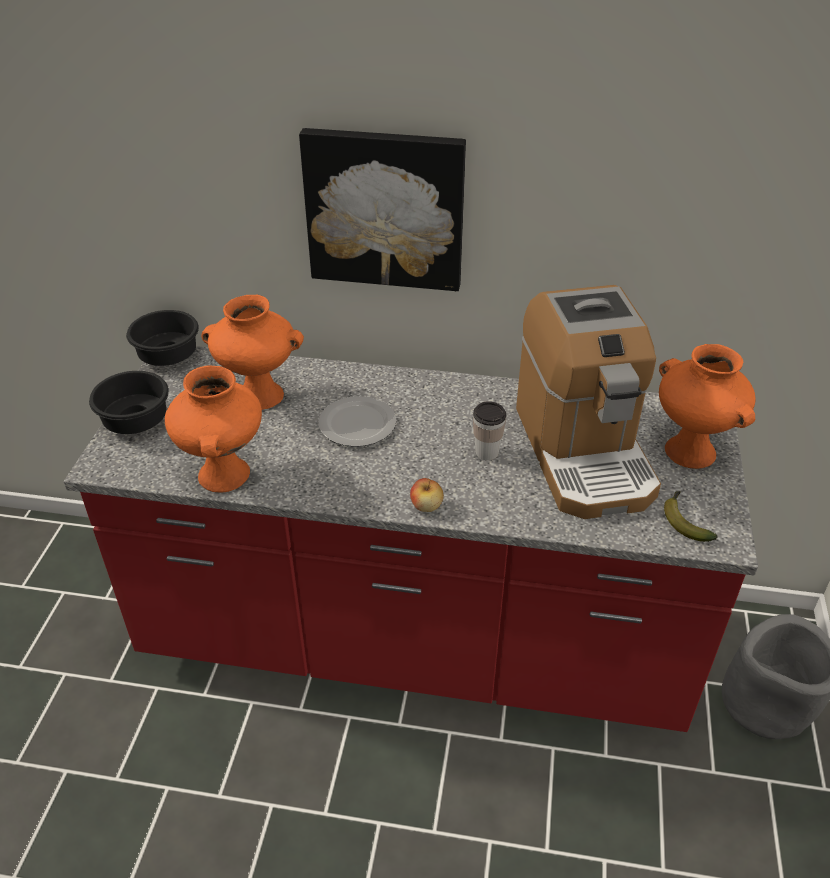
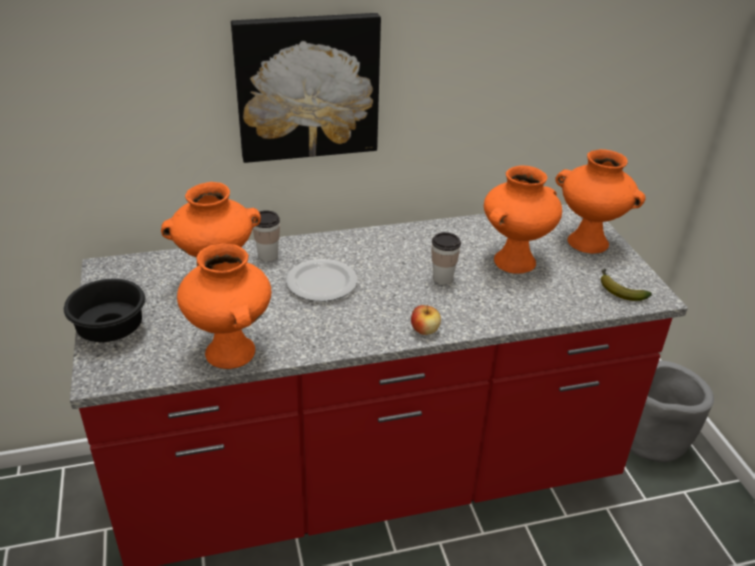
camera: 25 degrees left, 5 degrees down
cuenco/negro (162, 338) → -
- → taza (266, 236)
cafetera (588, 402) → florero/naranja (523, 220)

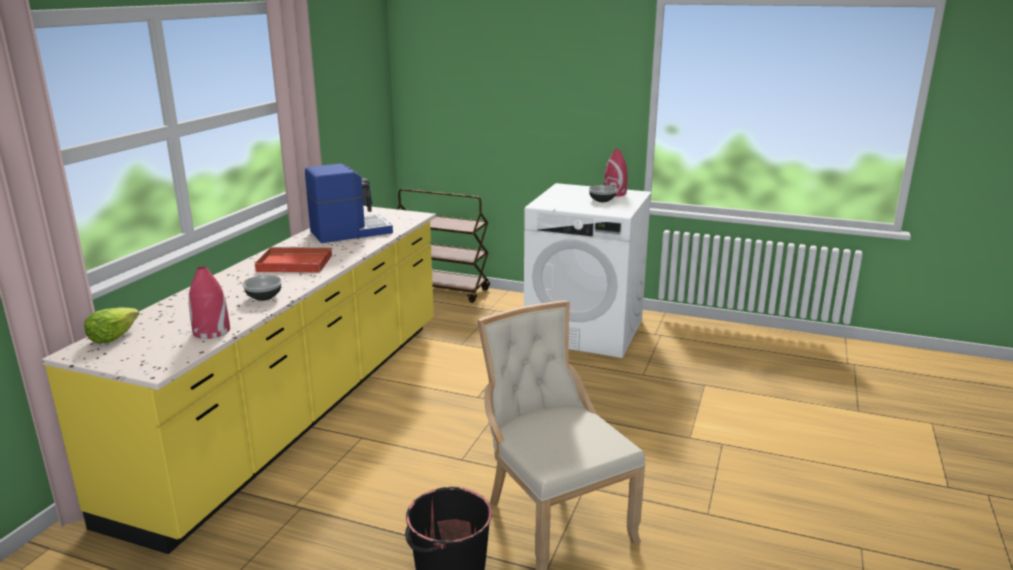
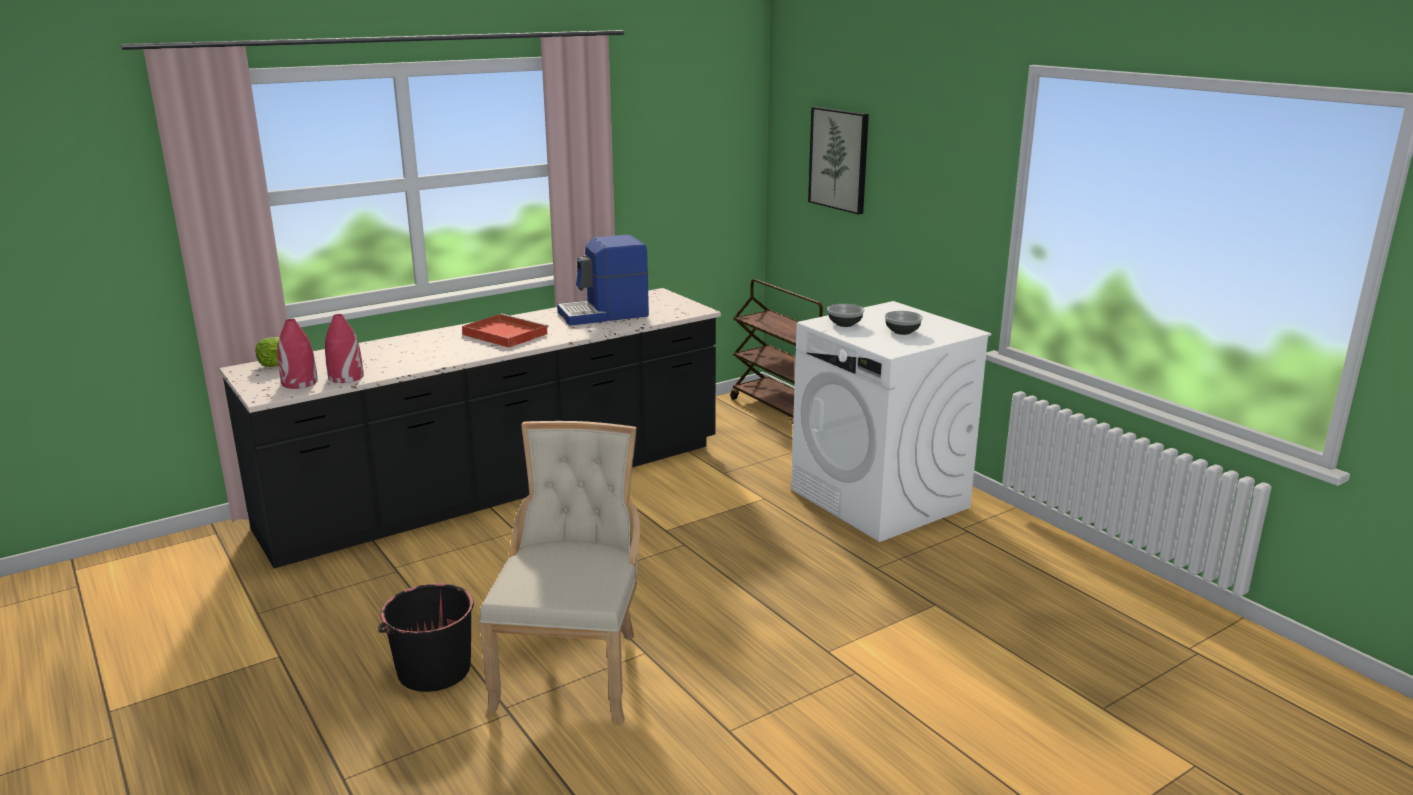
camera: 35 degrees right, 0 degrees up
- → cuadro (838, 161)
cuenco (262, 288) → cuenco (846, 315), shifted
florero/rojo (615, 173) → florero/rojo (297, 354), shifted
mueble bajo de cocina/amarillo (239, 380) → mueble bajo de cocina/negro (470, 428)
cafetera (349, 203) → cafetera (603, 280), 150 degrees clockwise

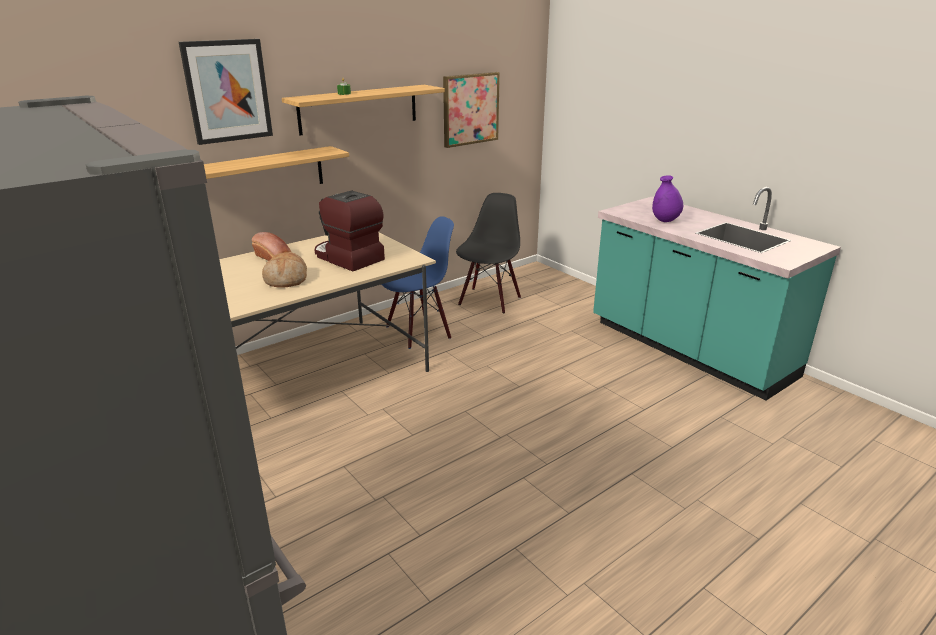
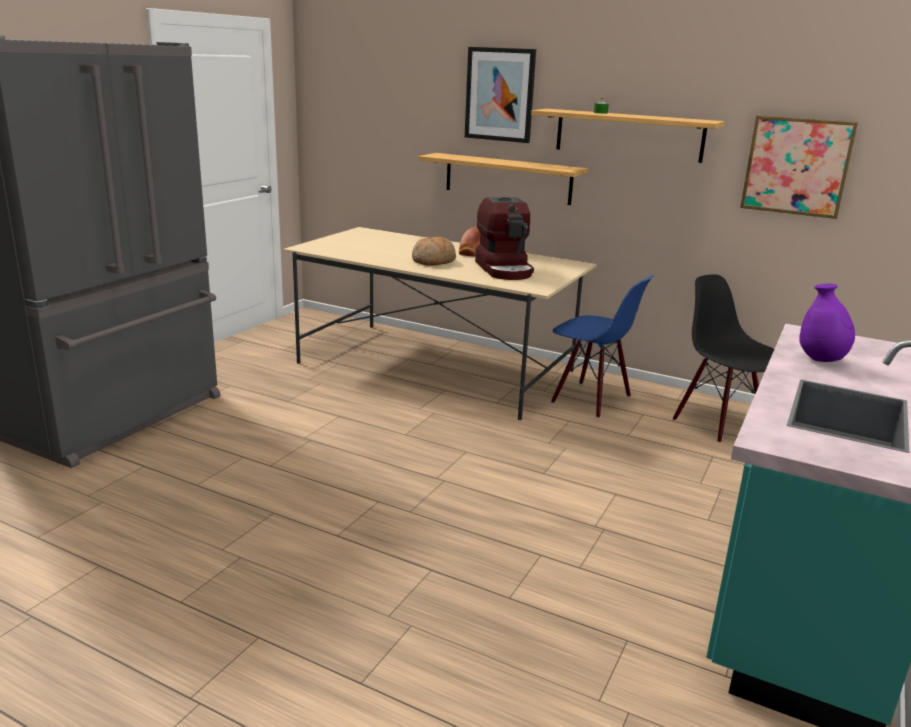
camera: 65 degrees right, 5 degrees down
cafetera (350, 230) → cafetera (504, 238), 150 degrees clockwise
silla/negro (488, 253) → silla/negro (723, 358), 120 degrees counterclockwise

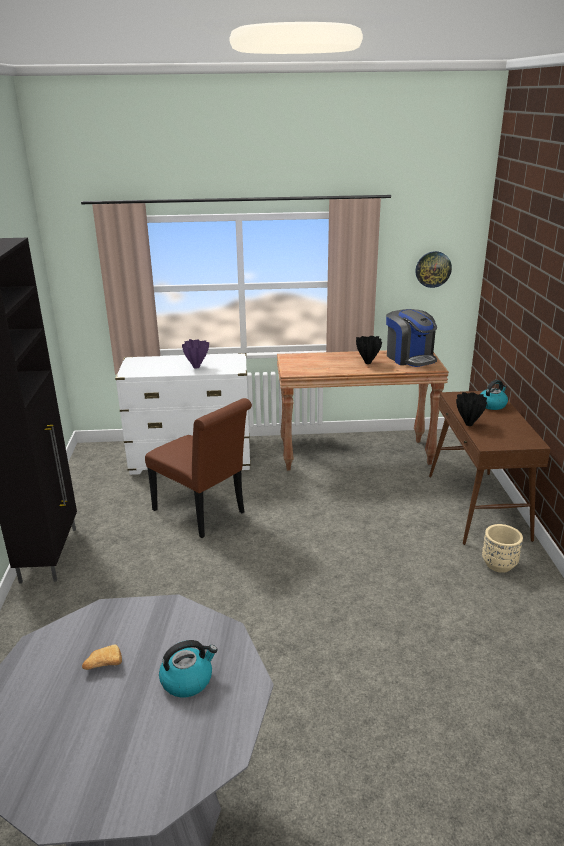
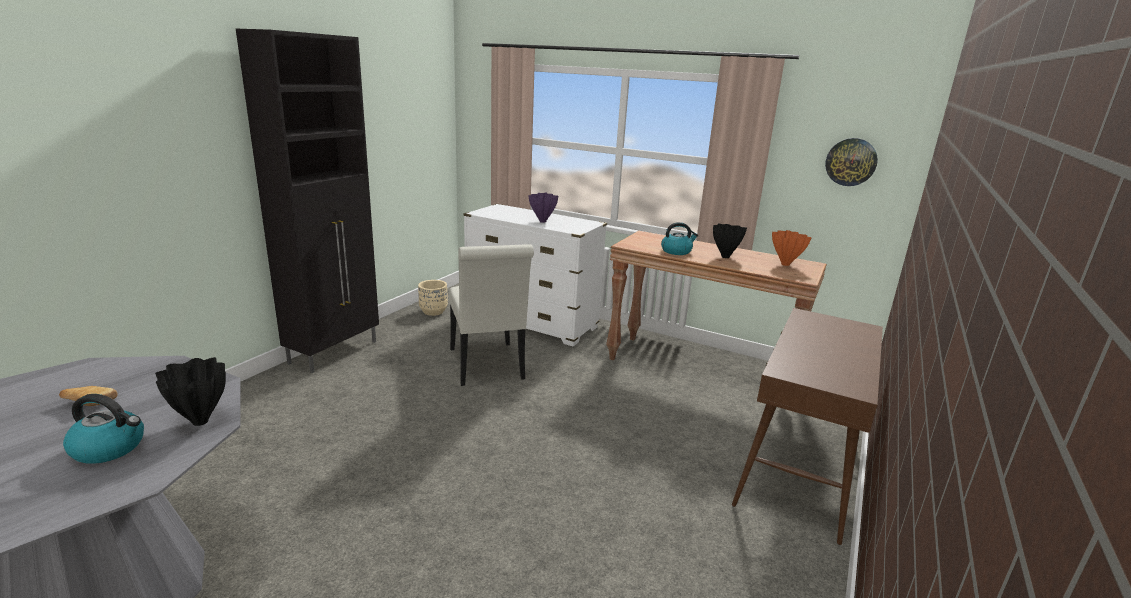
camera: 30 degrees right, 5 degrees down
florero/negro (471, 409) → florero/negro (190, 391), shifted
hervidor (494, 395) → hervidor (679, 238), shifted
maceta/beis (502, 548) → maceta/beis (433, 298), shifted
cafetera (411, 338) → florero/naranja (791, 248)
silla/marrón (198, 468) → silla/blanco (491, 315)

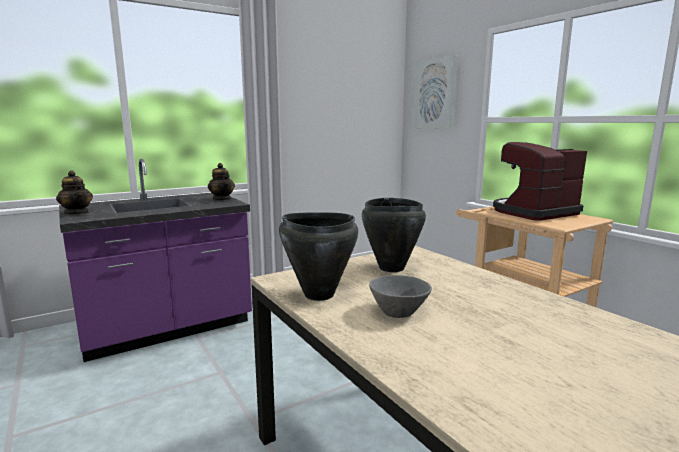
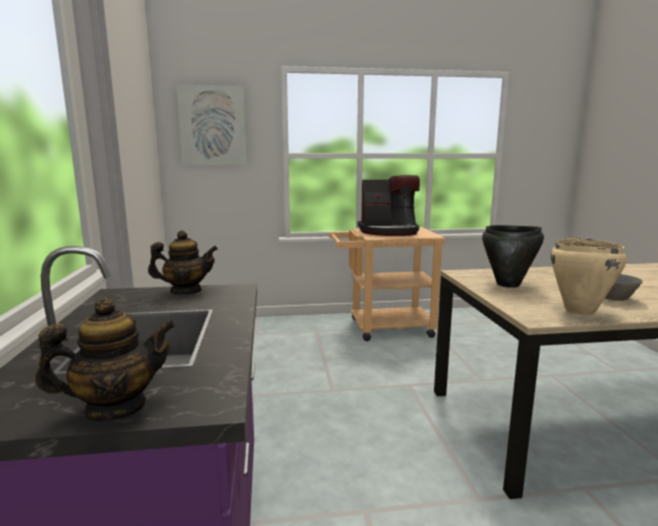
camera: 65 degrees left, 0 degrees up
olla/negro (319, 256) → olla/beis (589, 277)
cafetera (540, 181) → cafetera (389, 205), 90 degrees counterclockwise

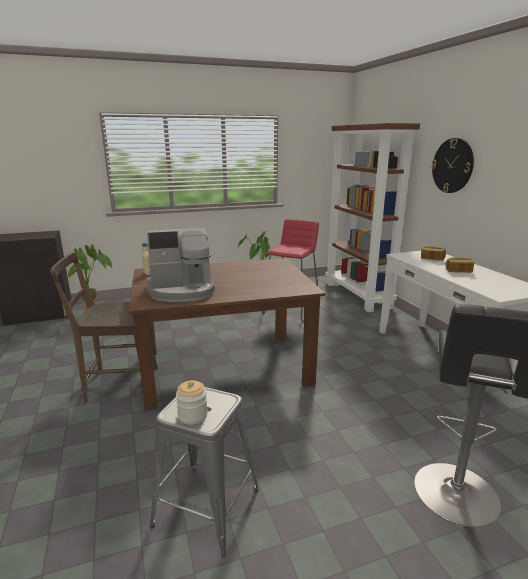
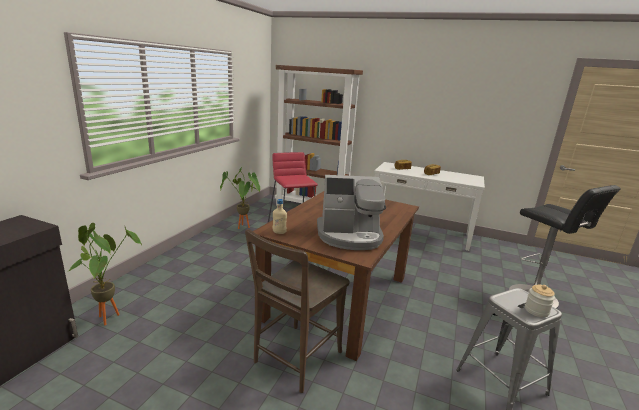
camera: 50 degrees left, 0 degrees up
reloj de pared (452, 165) → -
cafetera (181, 265) → cafetera (351, 212), 60 degrees clockwise

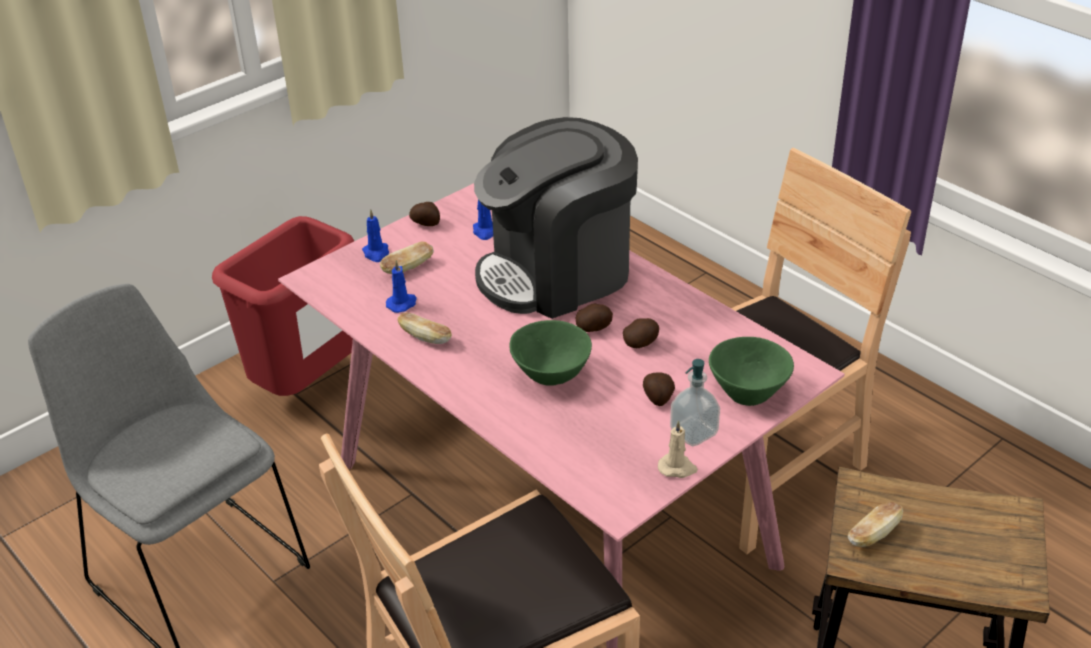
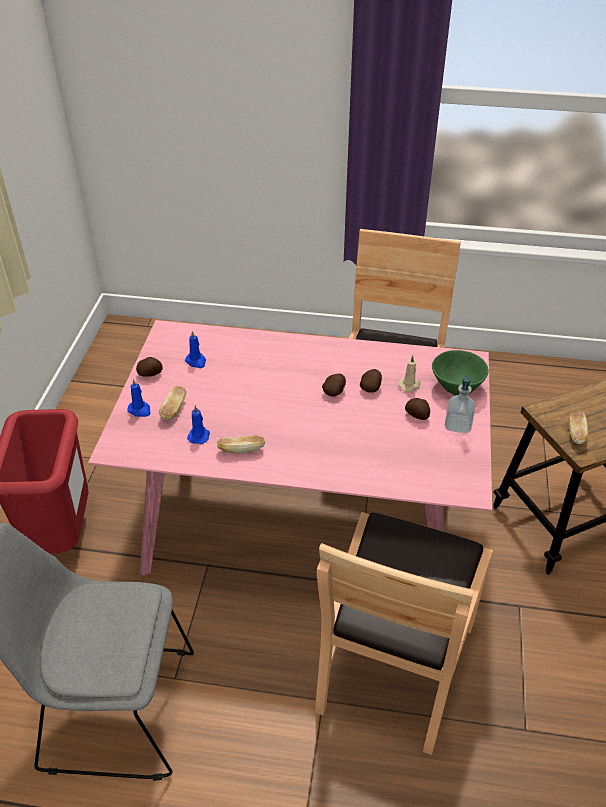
camera: 40 degrees left, 5 degrees up
cafetera (556, 218) → -
cuenco/verde (550, 353) → -
vela/beis (678, 449) → vela/beis (409, 373), shifted

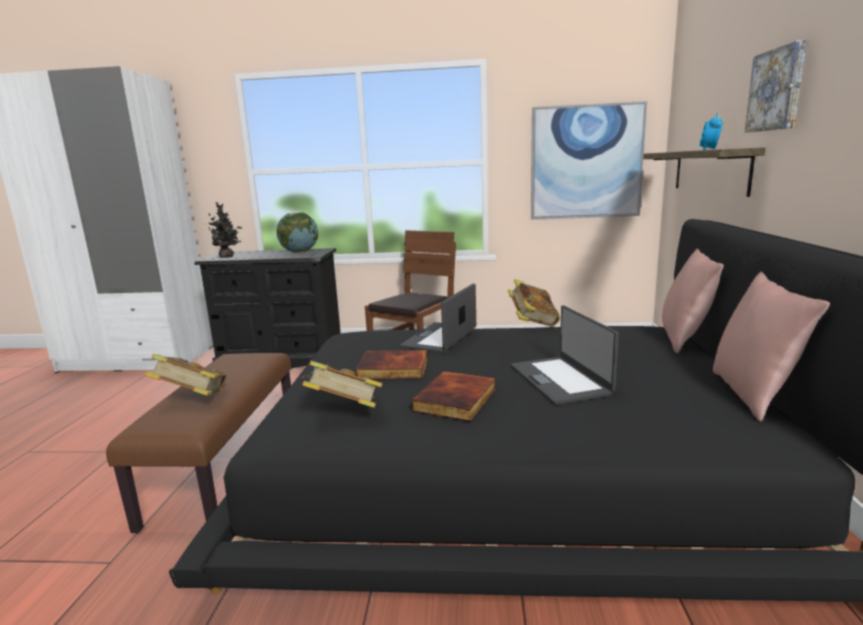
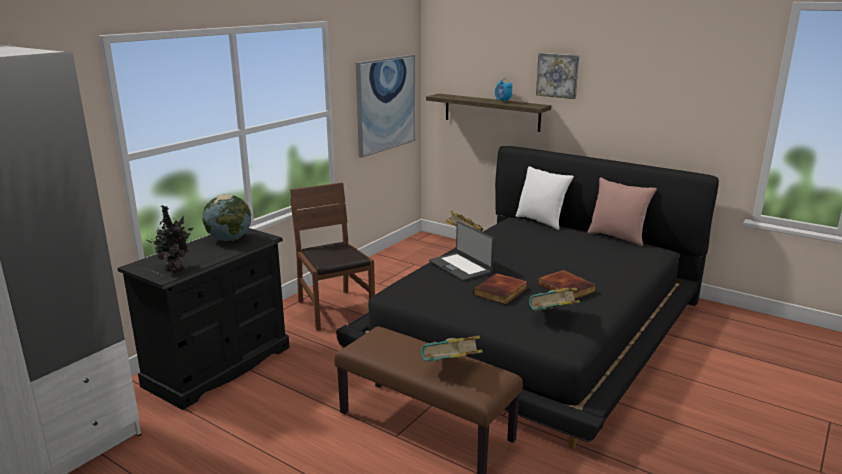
camera: 60 degrees left, 5 degrees up
portátil (565, 355) → -
cojín/rosa (692, 300) → cojín/blanco (544, 198)

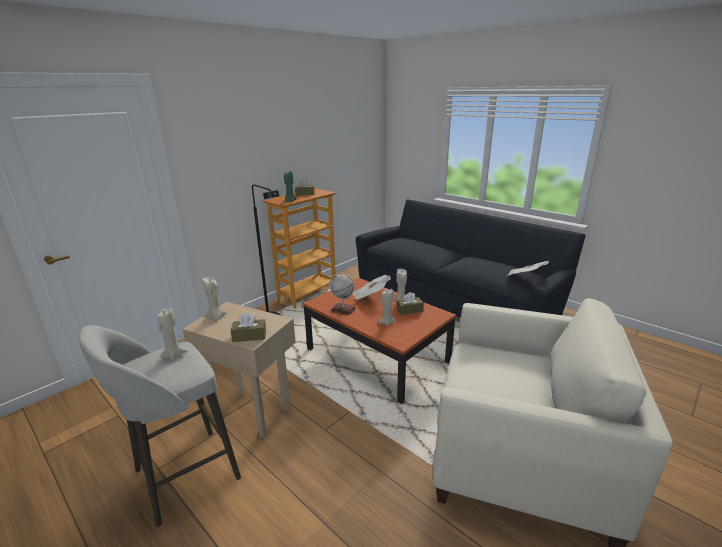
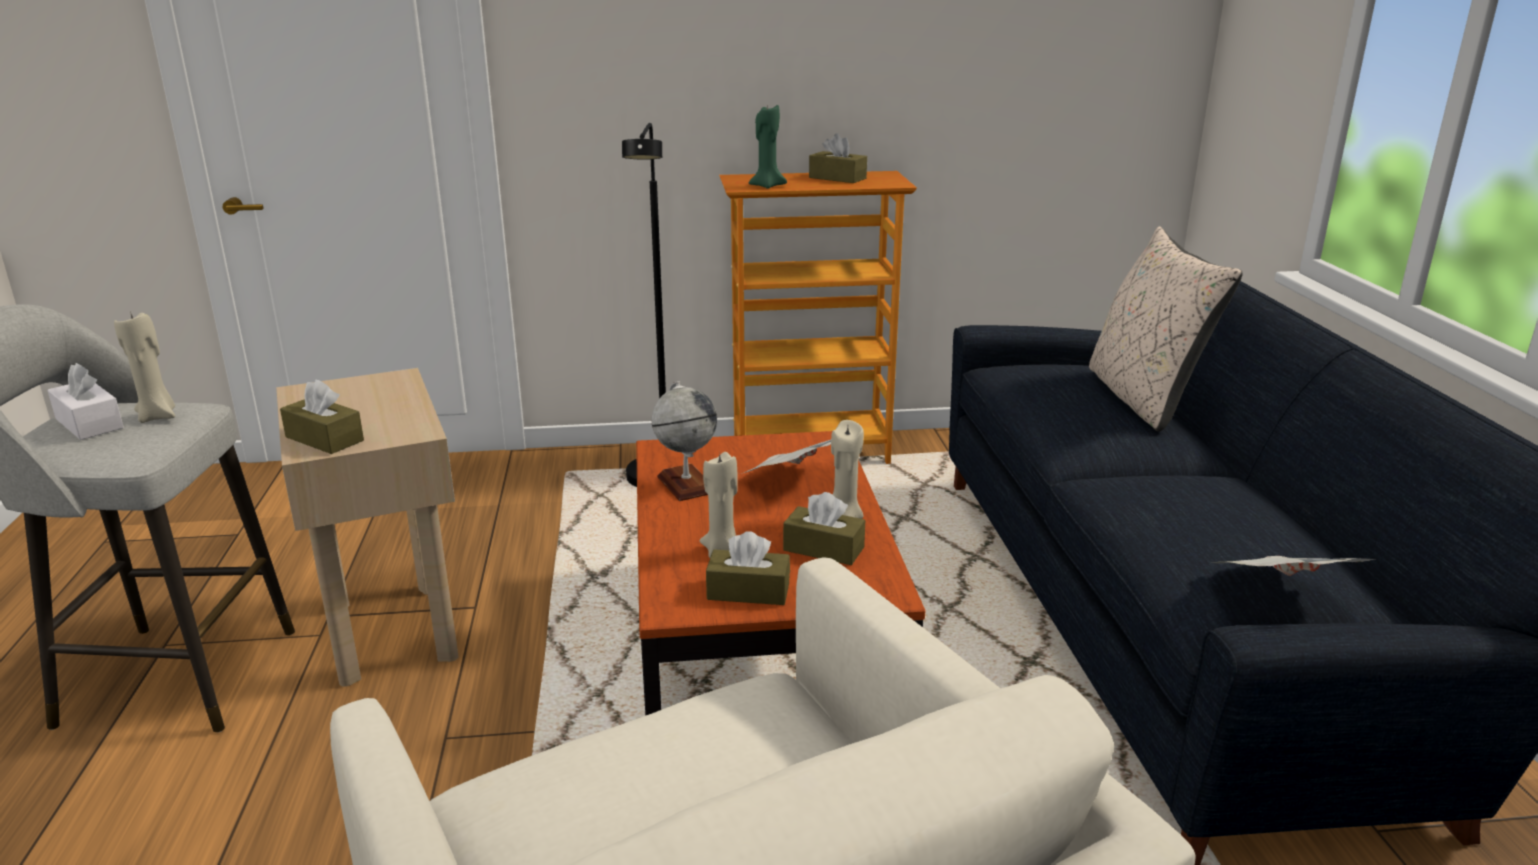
camera: 40 degrees right, 0 degrees up
vela/beis (215, 298) → -
- → caja de pañuelos/blanco (85, 401)
- → caja de pañuelos/marrón (748, 568)
- → cojín/beis (1166, 329)

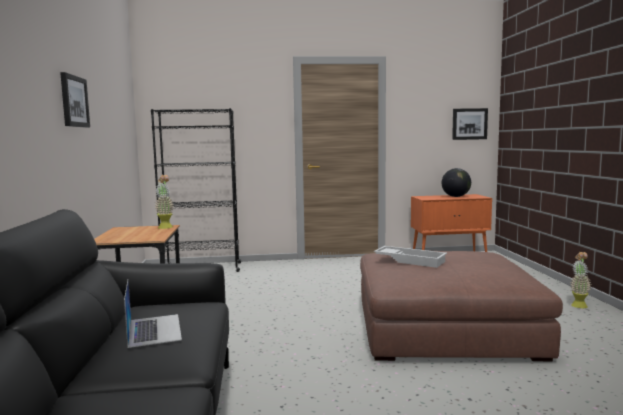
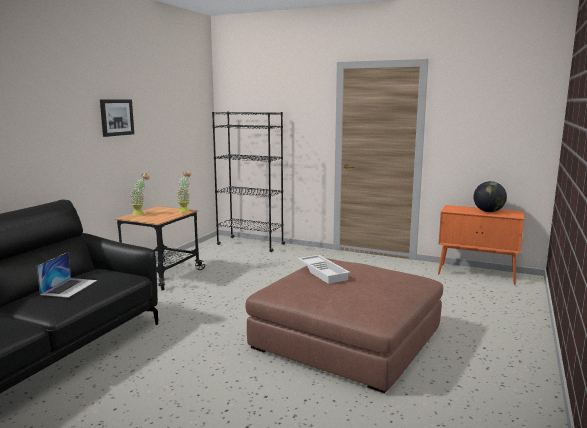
camera: 30 degrees right, 5 degrees up
cuadro (470, 124) → -
planta en maceta (580, 280) → planta en maceta (140, 194), shifted

